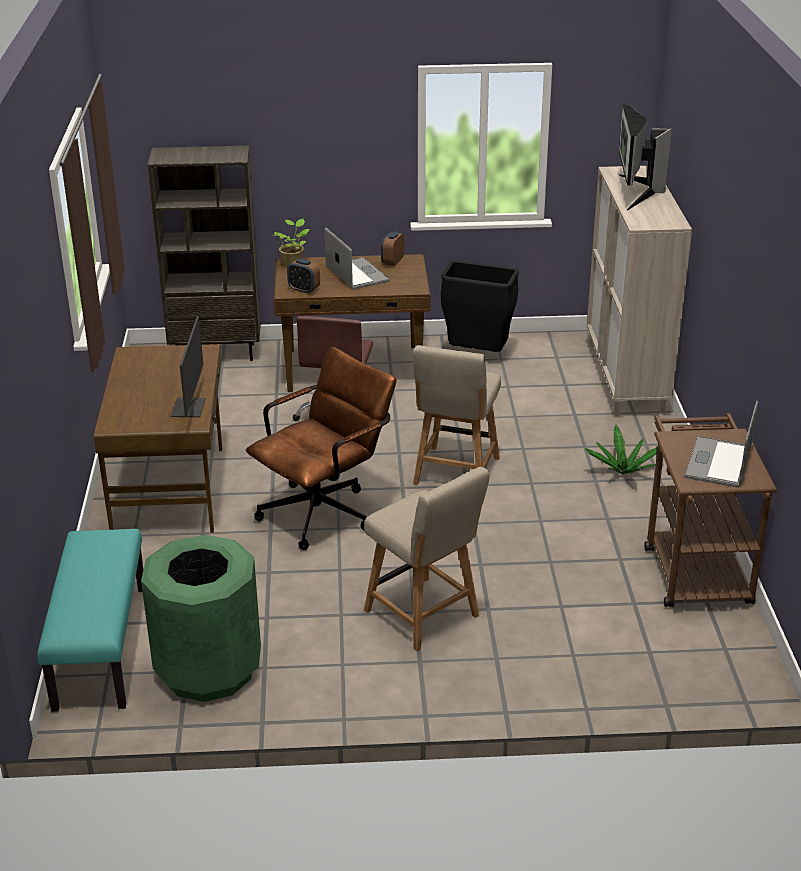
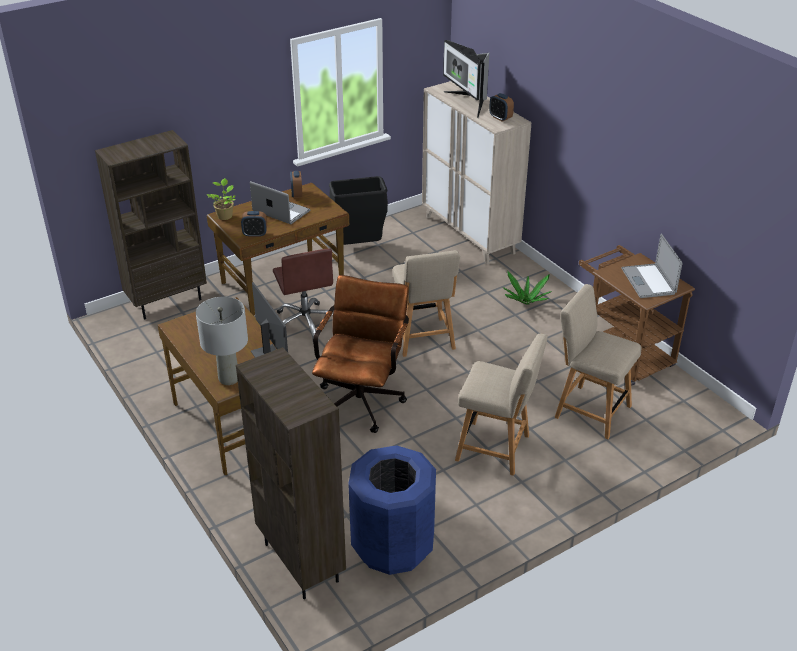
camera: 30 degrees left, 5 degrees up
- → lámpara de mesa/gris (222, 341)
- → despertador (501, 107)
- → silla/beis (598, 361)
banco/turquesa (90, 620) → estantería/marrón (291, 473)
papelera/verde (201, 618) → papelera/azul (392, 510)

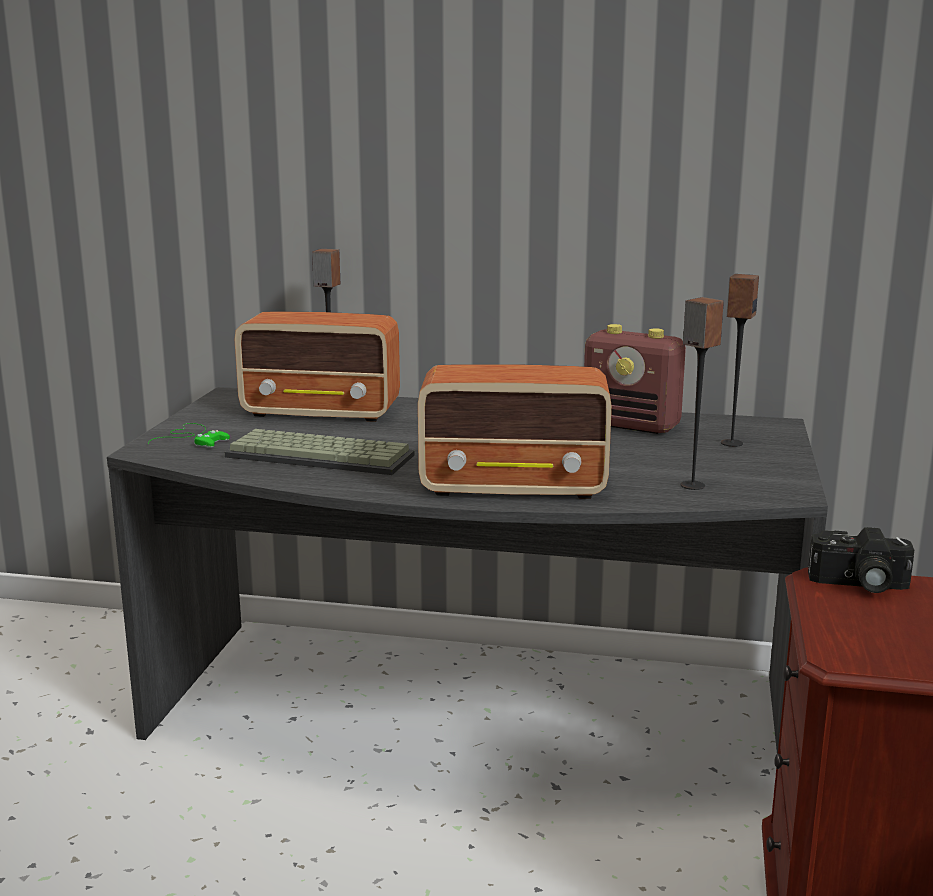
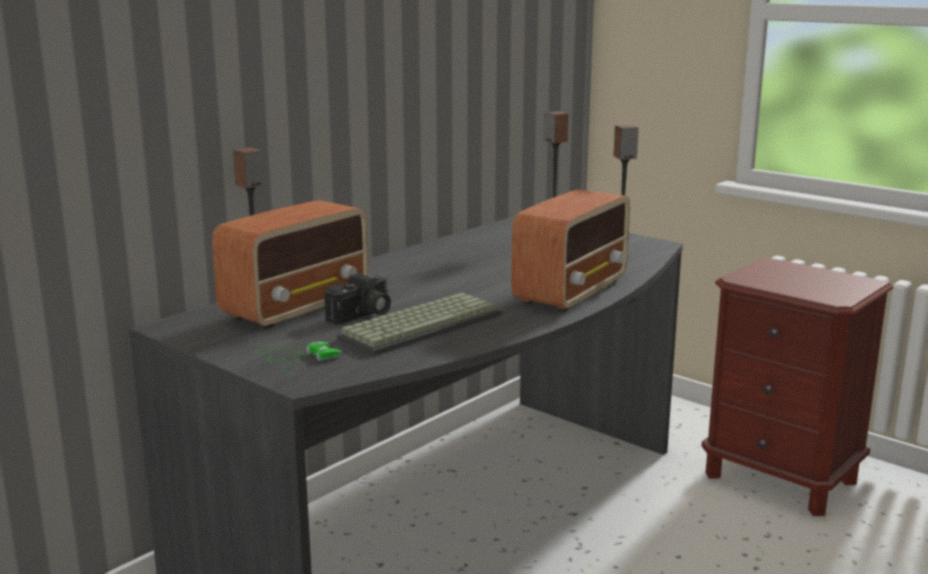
camera: 60 degrees left, 0 degrees up
radio (635, 379) → -
cámara (861, 560) → cámara (357, 299), shifted

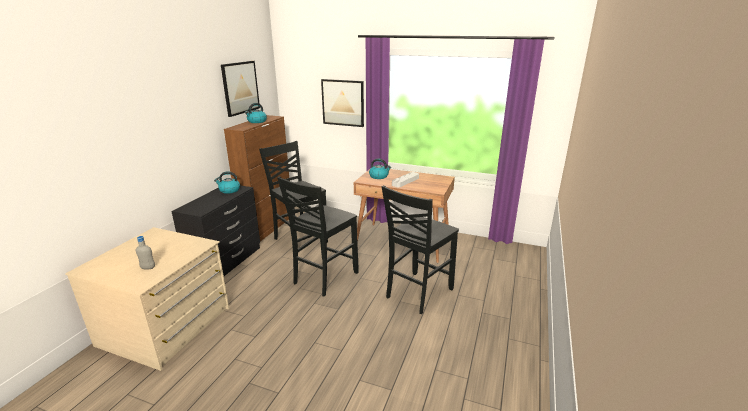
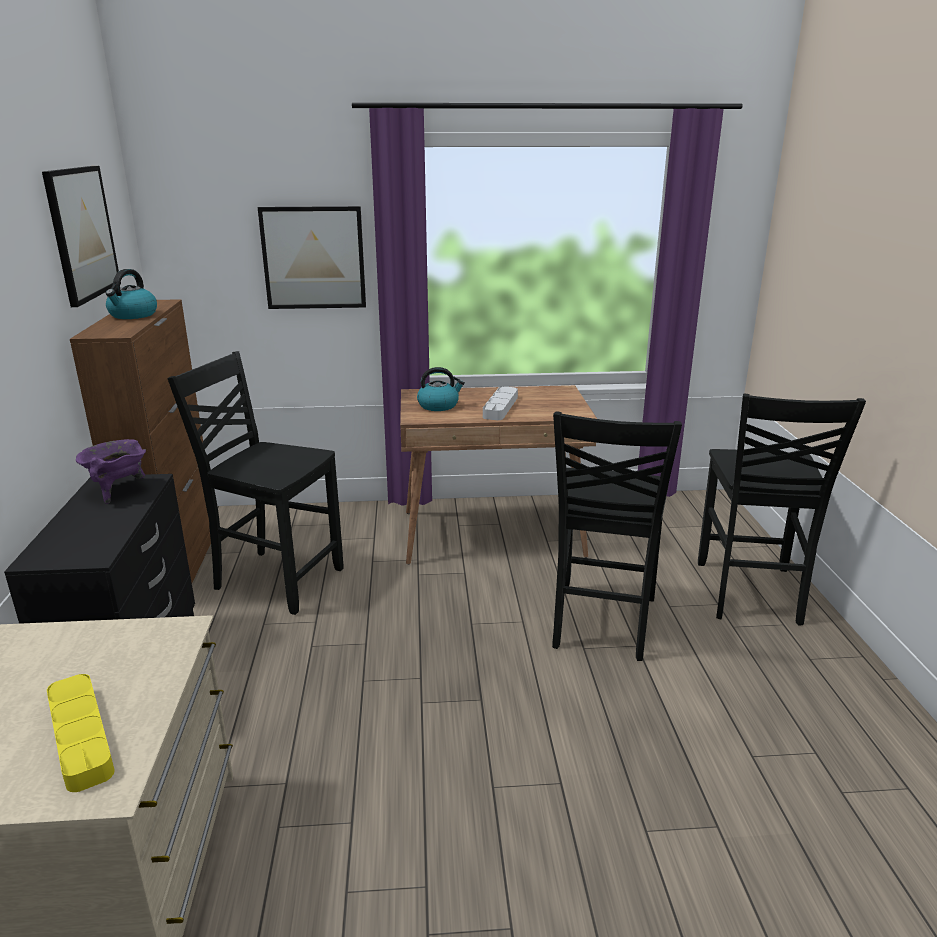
camera: 25 degrees left, 0 degrees up
silla/negro (318, 236) → silla/negro (782, 510), shifted
botella/gris (145, 253) → bandeja/amarillo (81, 733)
hervidor (227, 182) → olla/morado (111, 471)

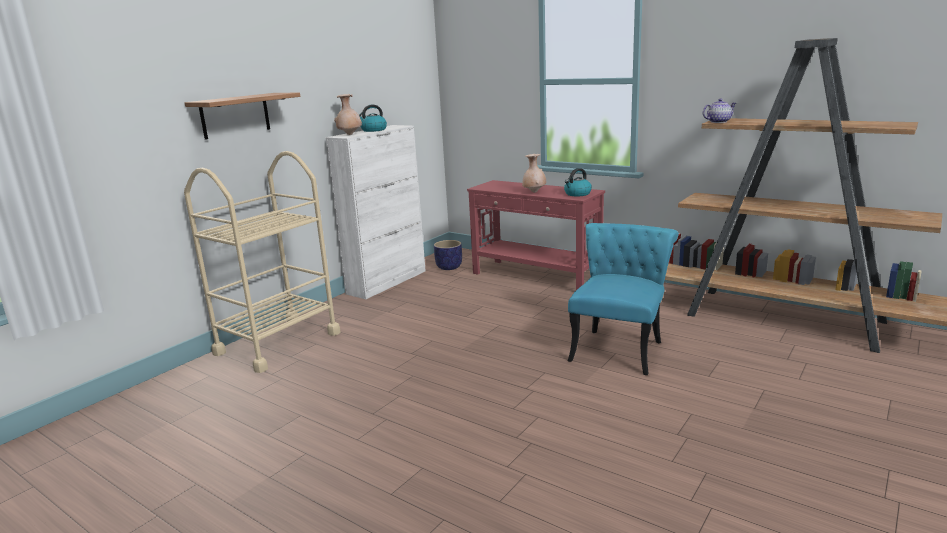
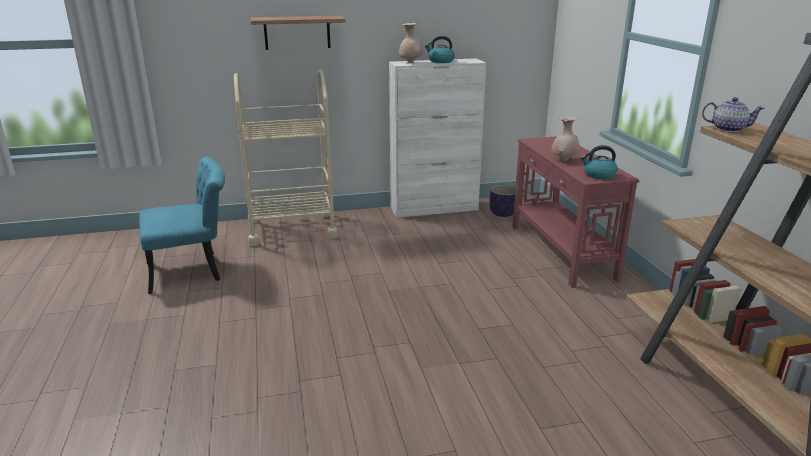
camera: 40 degrees right, 5 degrees up
silla/turquesa (623, 299) → silla/turquesa (182, 225), shifted

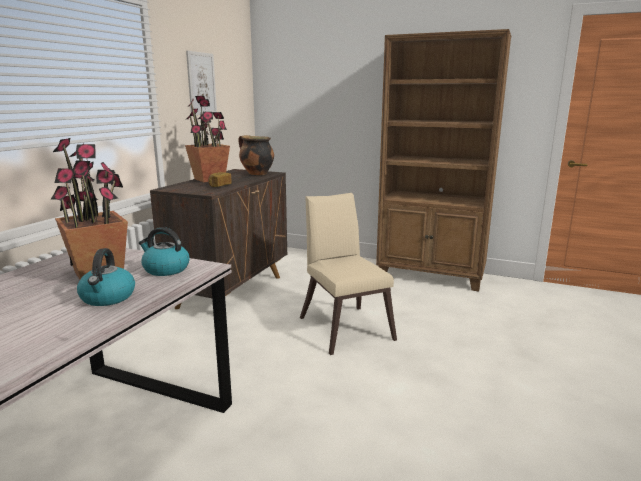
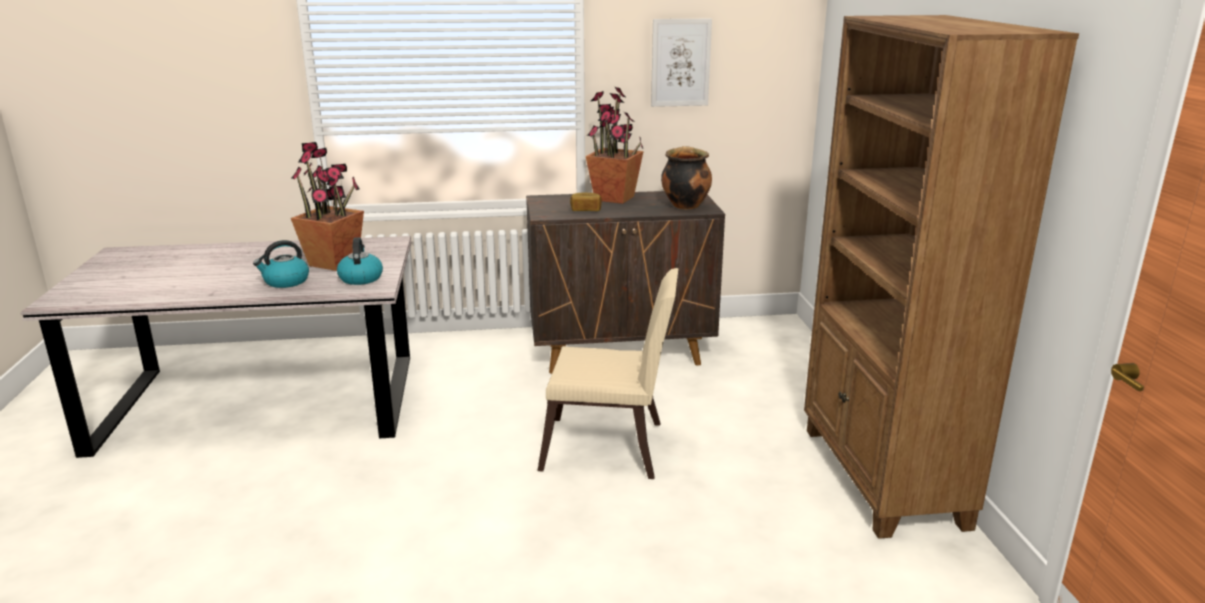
camera: 60 degrees right, 5 degrees up
silla/beis (348, 274) → silla/beis (608, 373), 60 degrees clockwise

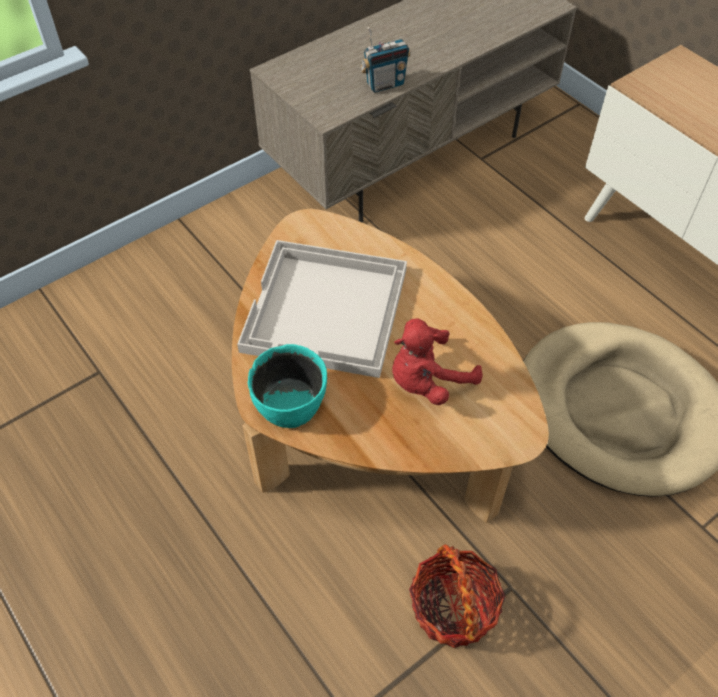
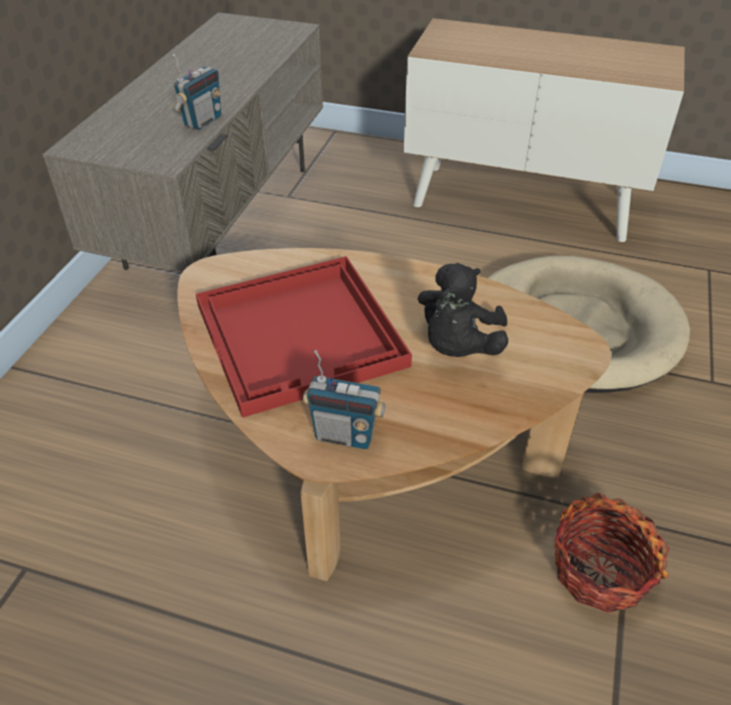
camera: 35 degrees left, 10 degrees down
cuenco/turquesa (287, 386) → radio (344, 399)
bandeja/blanco (322, 309) → bandeja/rojo (304, 337)
peluche/rojo (437, 361) → peluche/negro (462, 310)

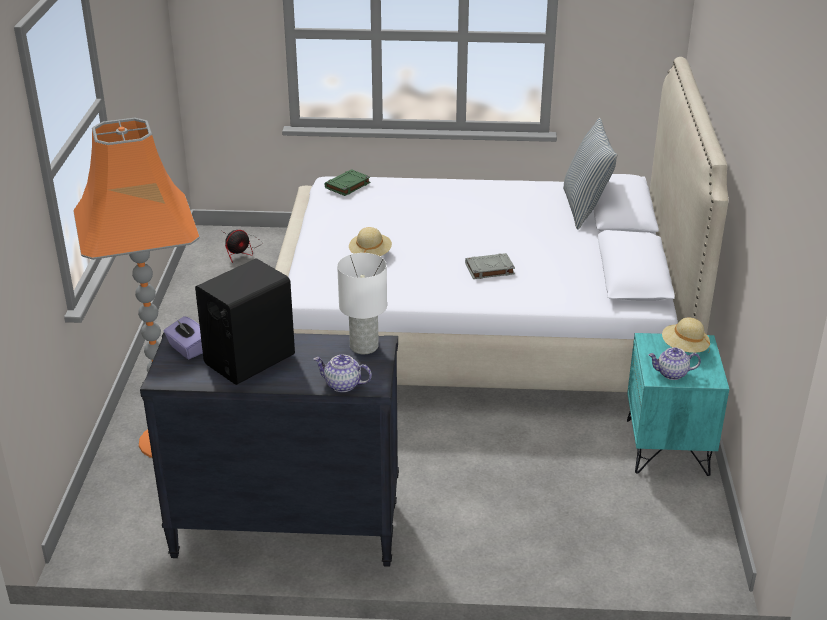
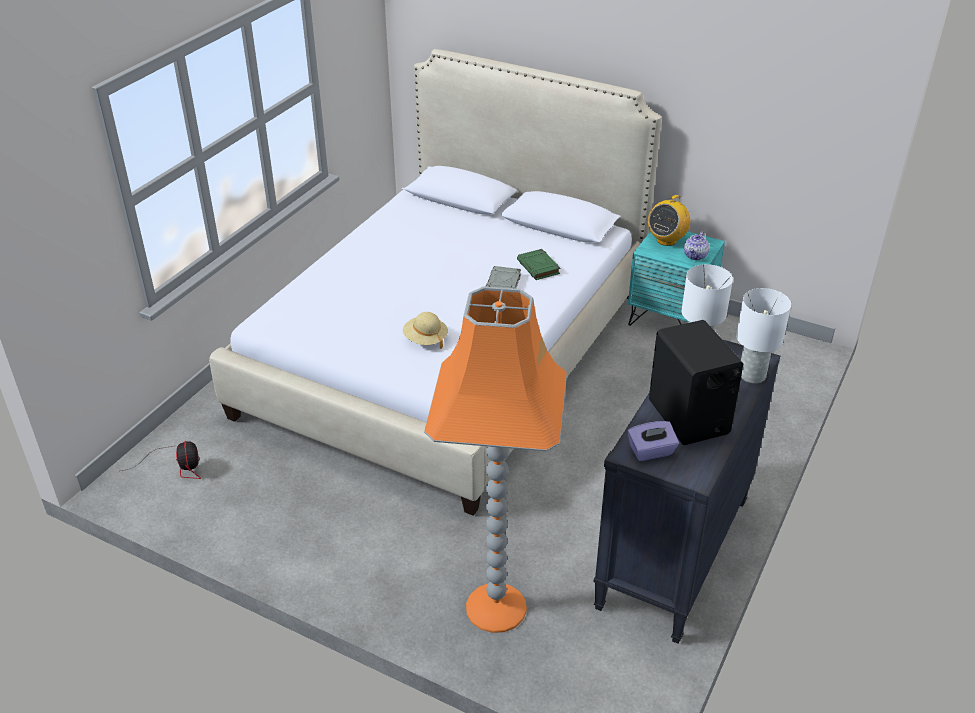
camera: 65 degrees left, 5 degrees up
cojín (590, 174) → -
libro/verde (347, 182) → libro/verde (538, 264), shifted
tetera (342, 373) → lámpara de mesa/blanco (763, 335)
sombrero/beis (686, 335) → radio (669, 220)

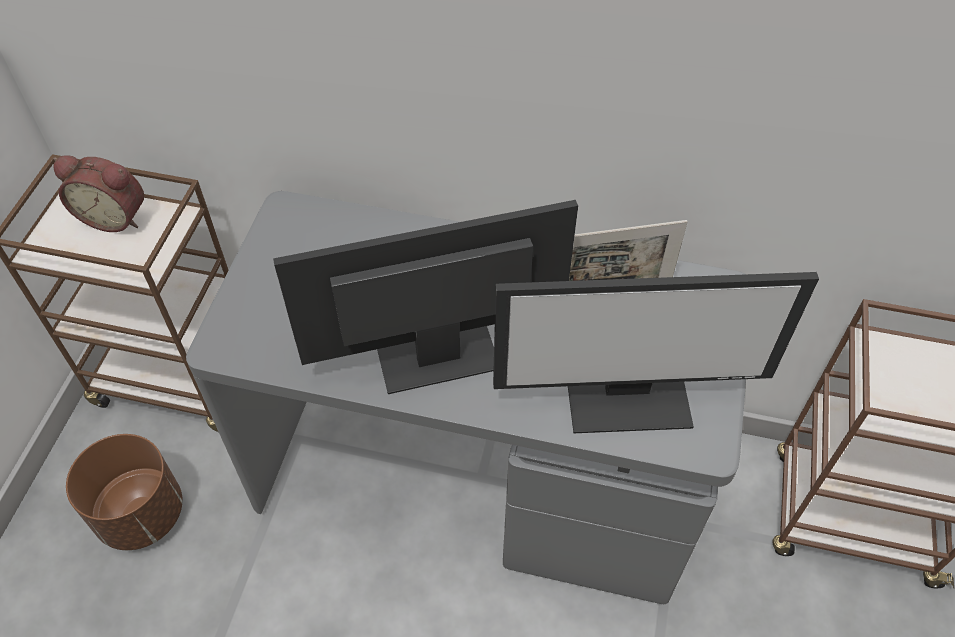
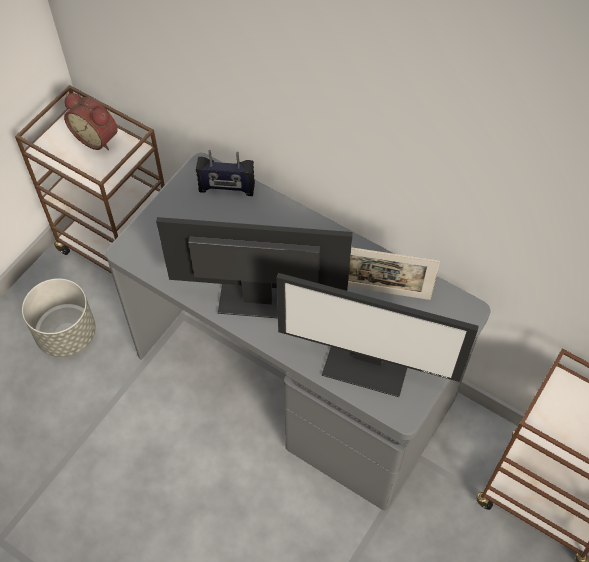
camera: 20 degrees right, 5 degrees up
- → radio (225, 173)
maceta/marrón (124, 492) → maceta/gris (59, 317)

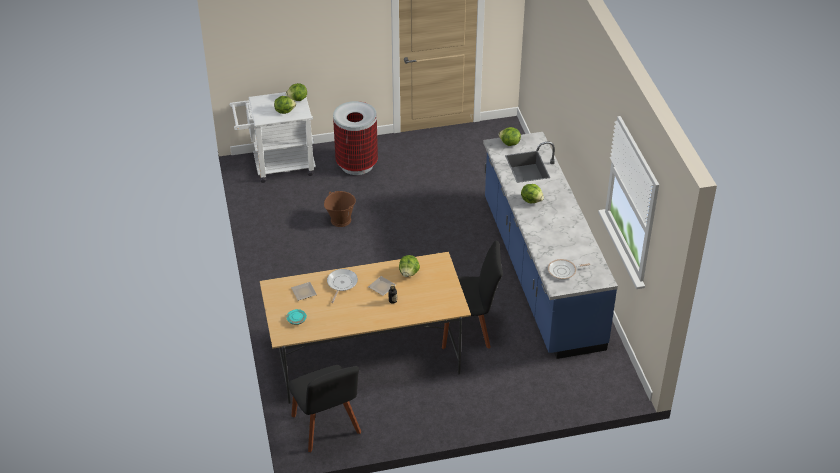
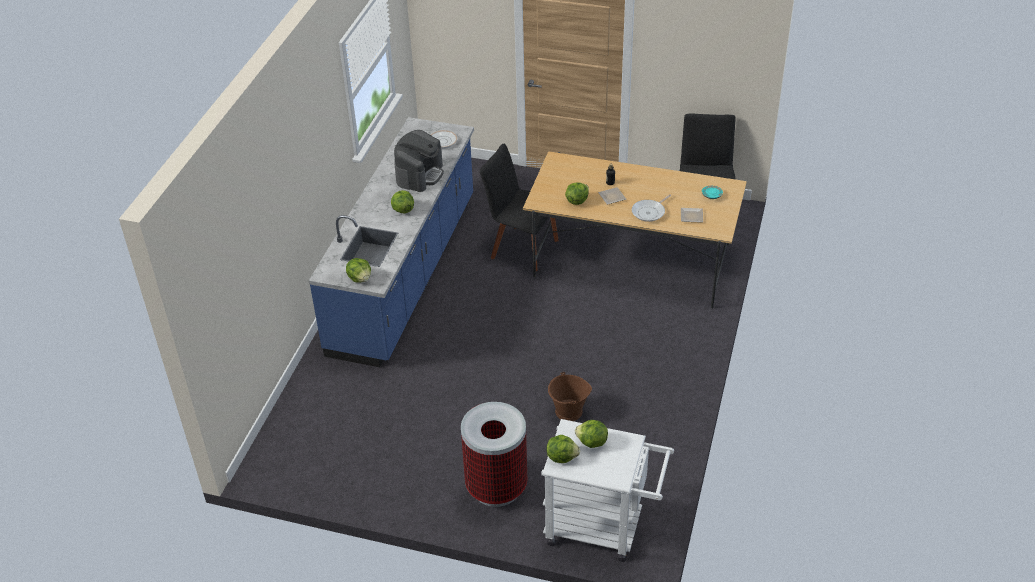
camera: 150 degrees left, 0 degrees up
- → cafetera (419, 161)

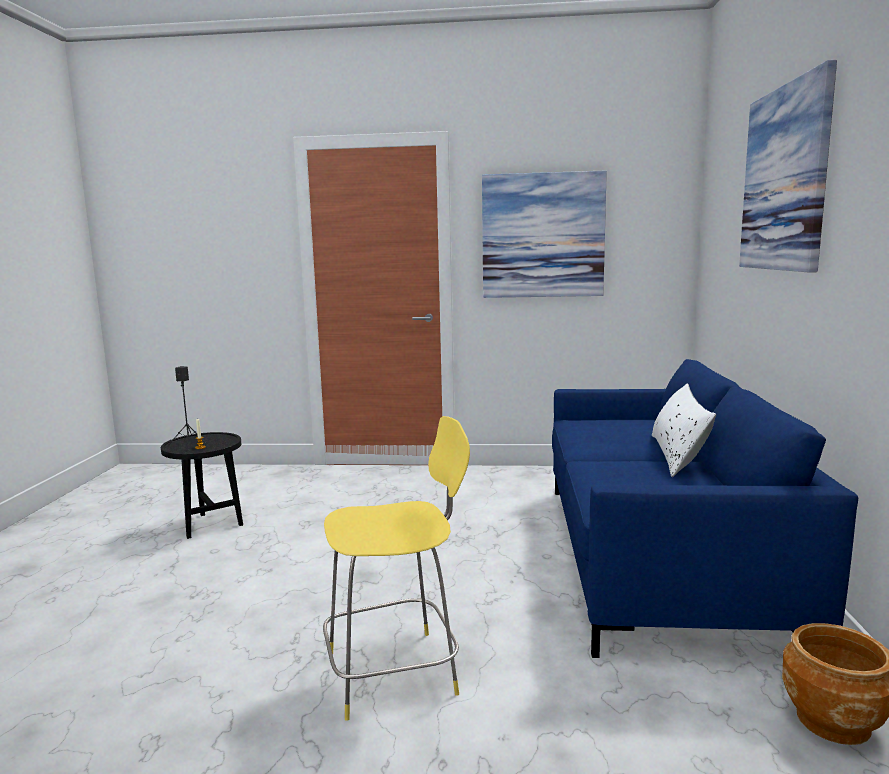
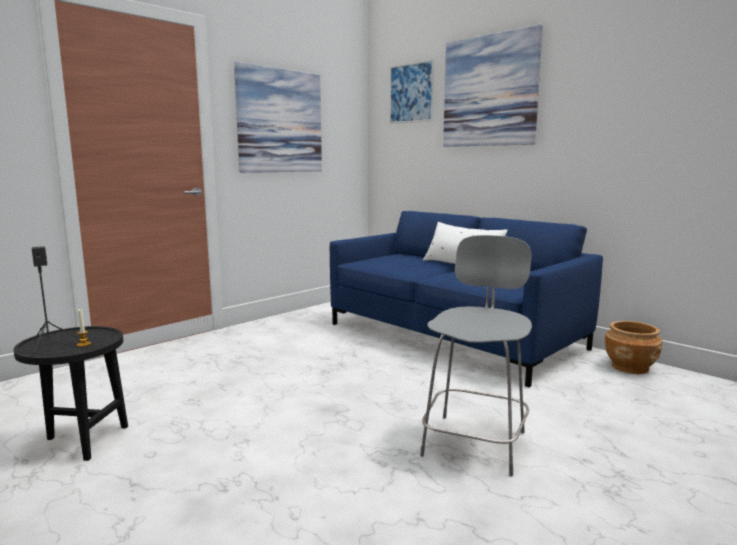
camera: 50 degrees left, 0 degrees up
- → cuadro (412, 91)
taburete/amarillo (396, 568) → taburete/gris (476, 356)

